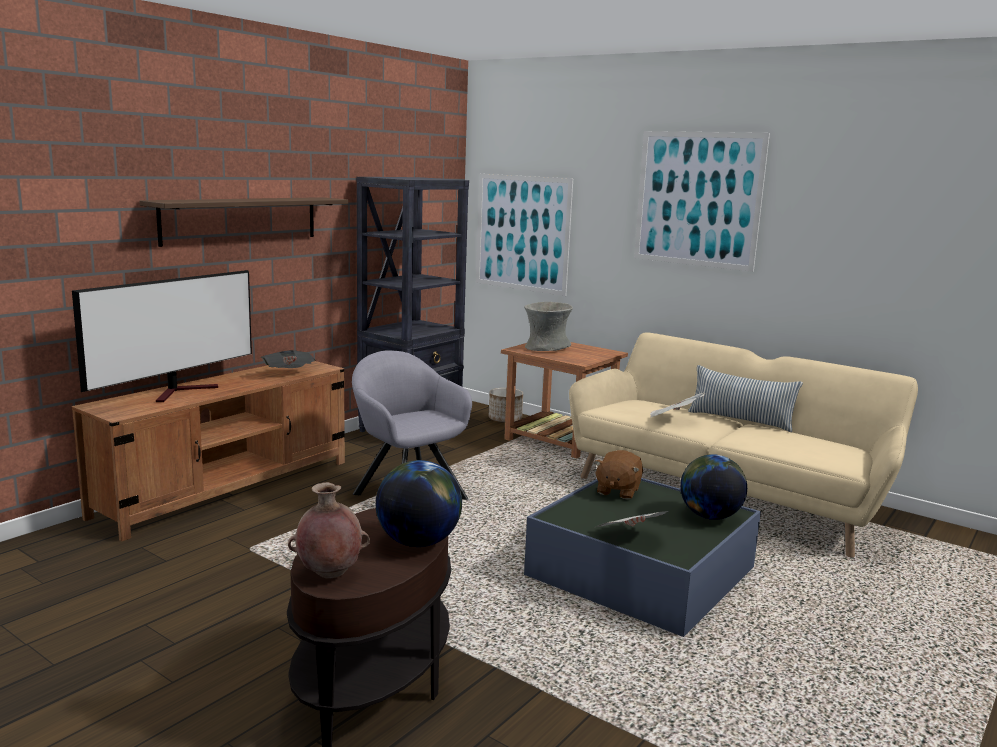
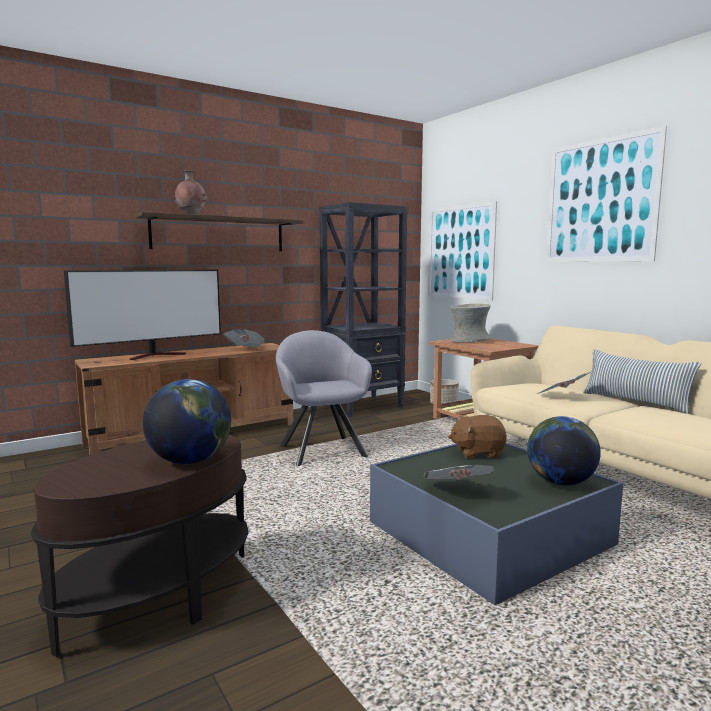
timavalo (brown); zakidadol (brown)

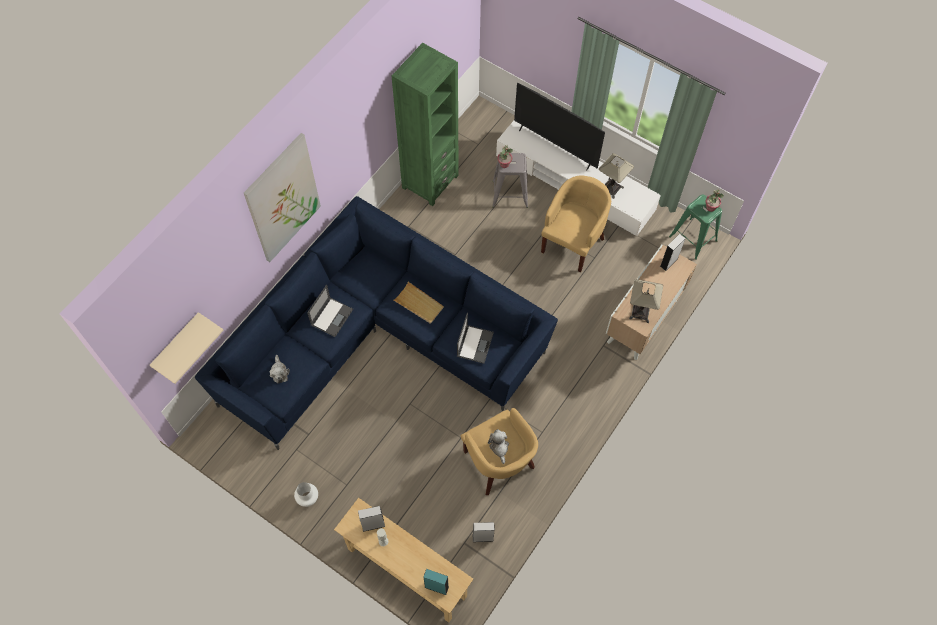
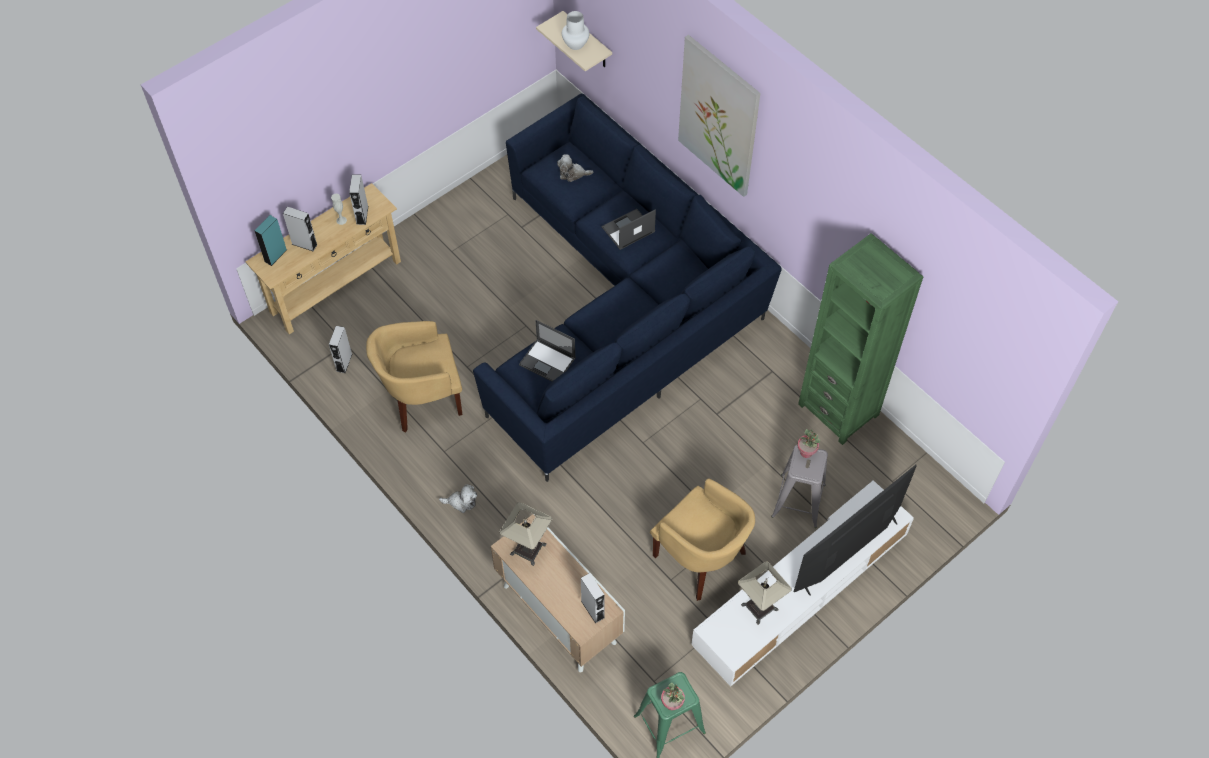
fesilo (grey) (1st from left); zakidadol (1st from left); timavalo (white) (2nd from left); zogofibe (2nd from left); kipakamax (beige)

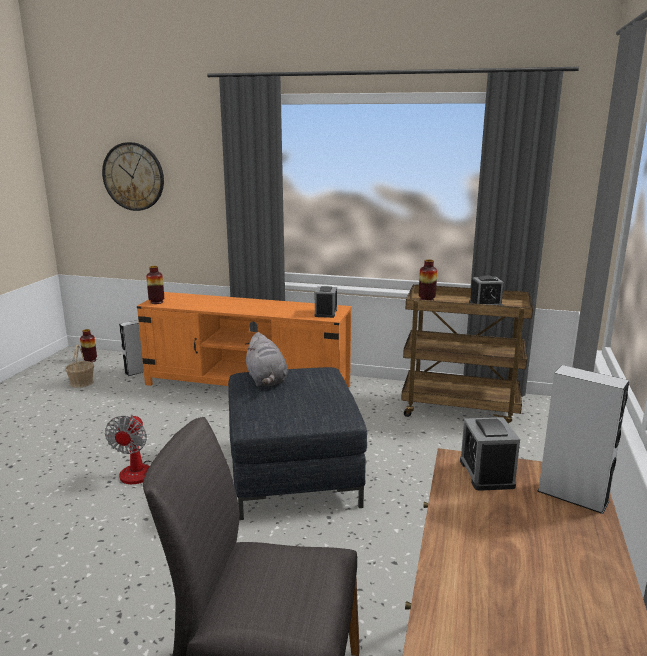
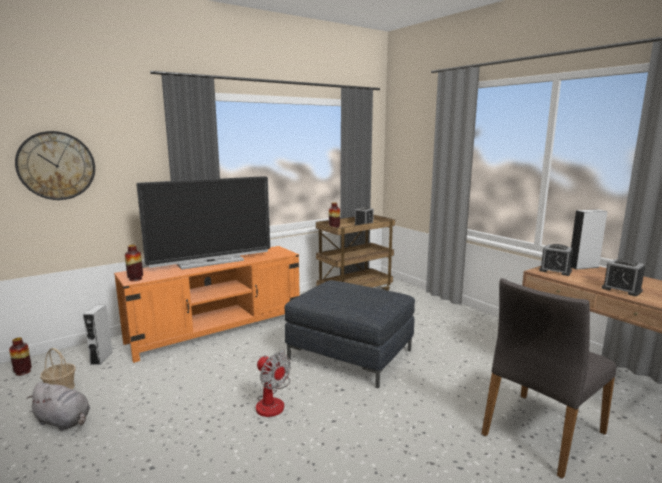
zakidadol (grey); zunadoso; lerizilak (3rd from left)

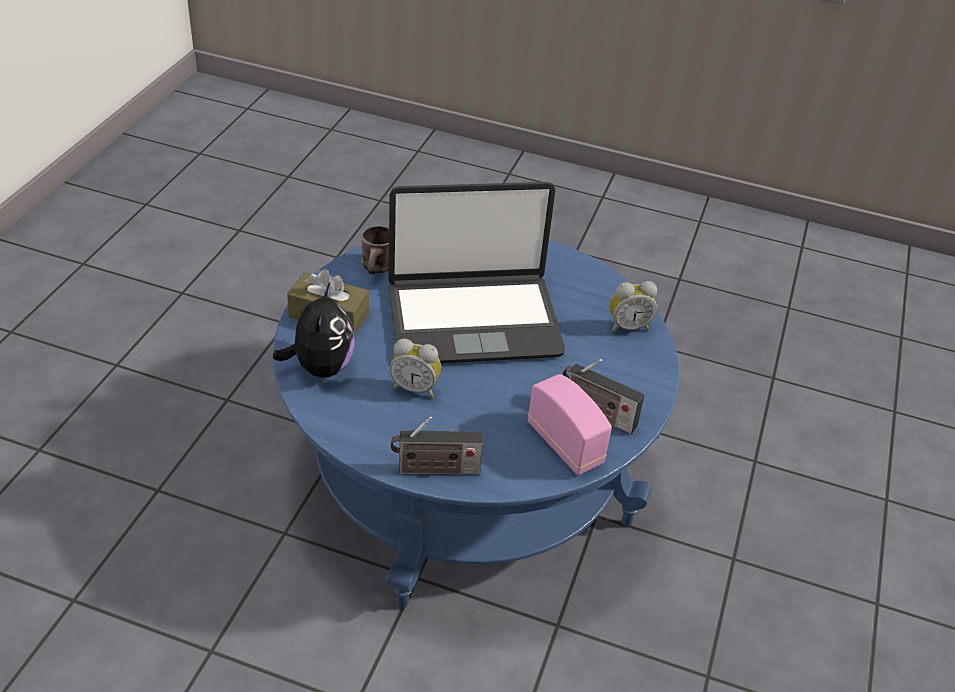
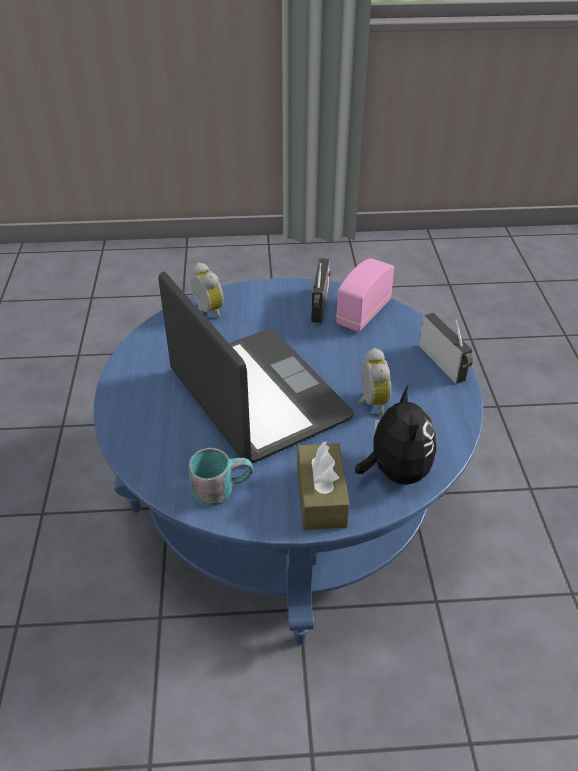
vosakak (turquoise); zakidadol

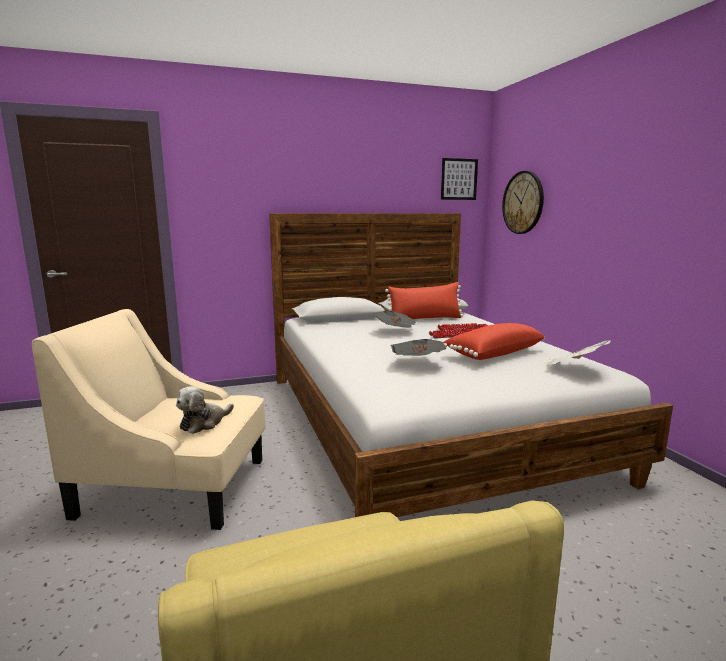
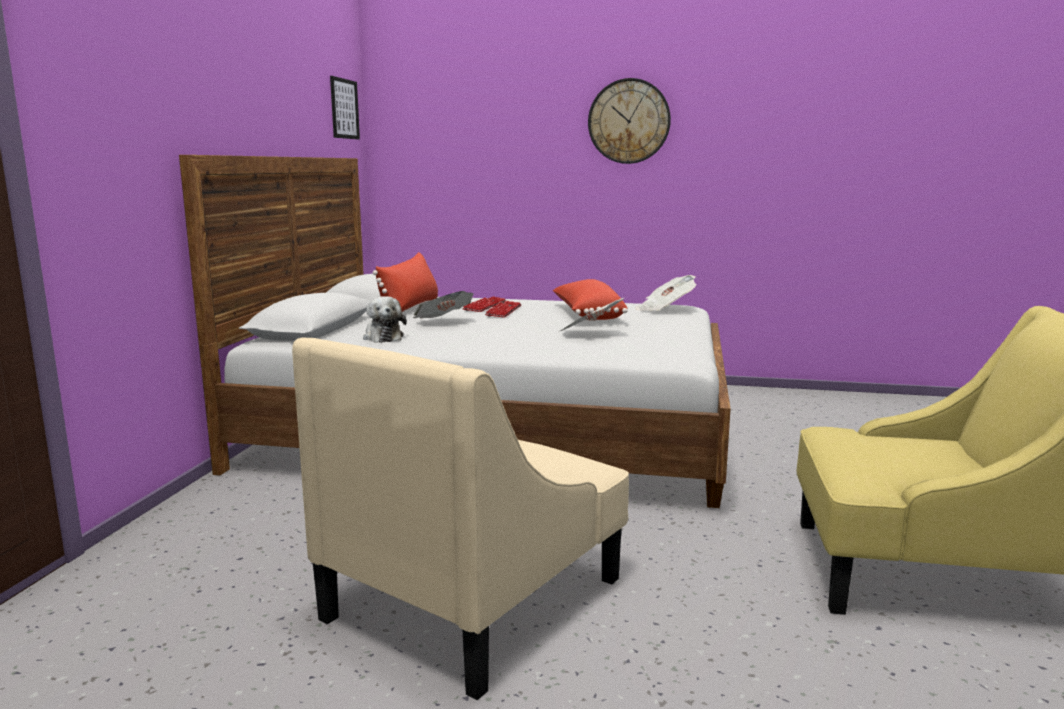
zakidadol; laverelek

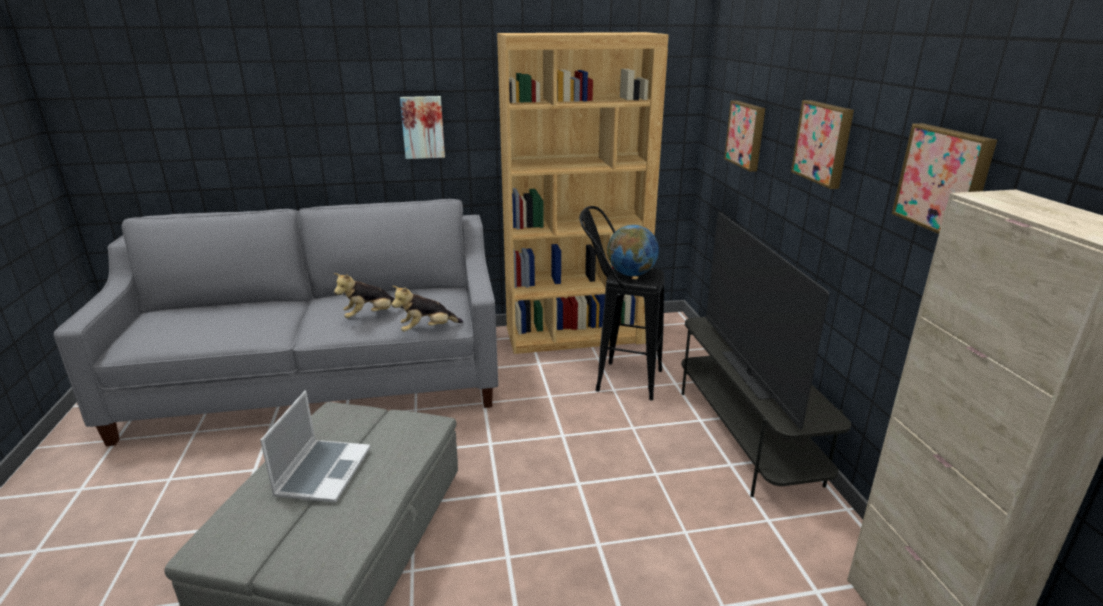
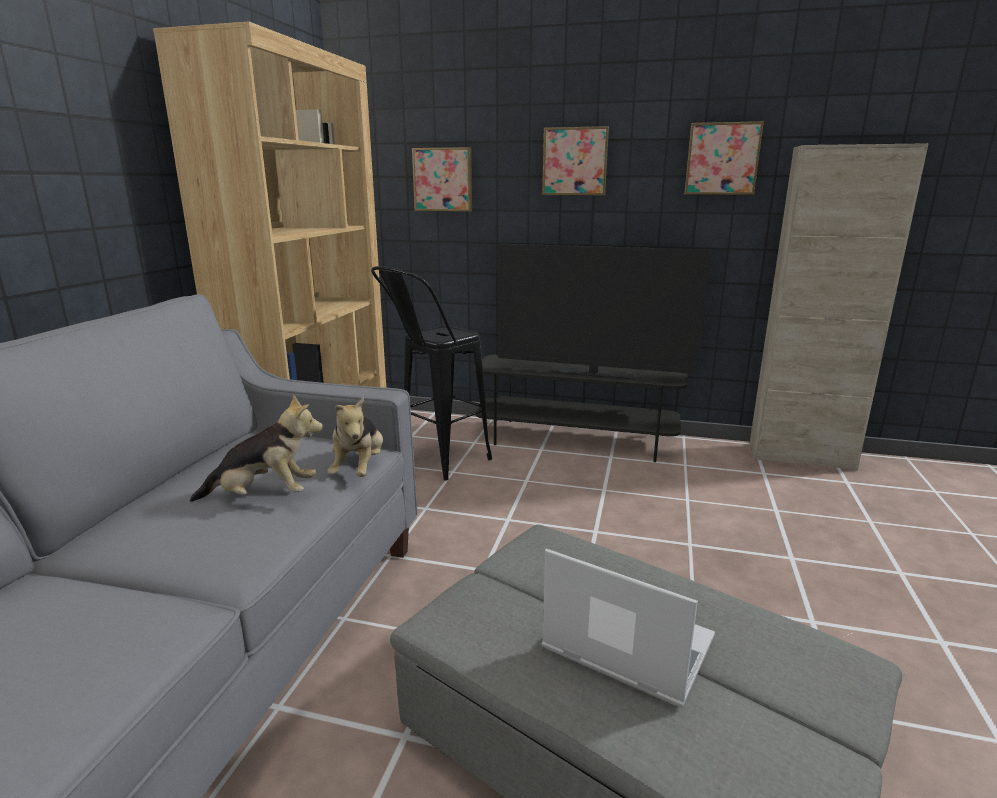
zakidadol (1st from left); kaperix (1st from left in the first image); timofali

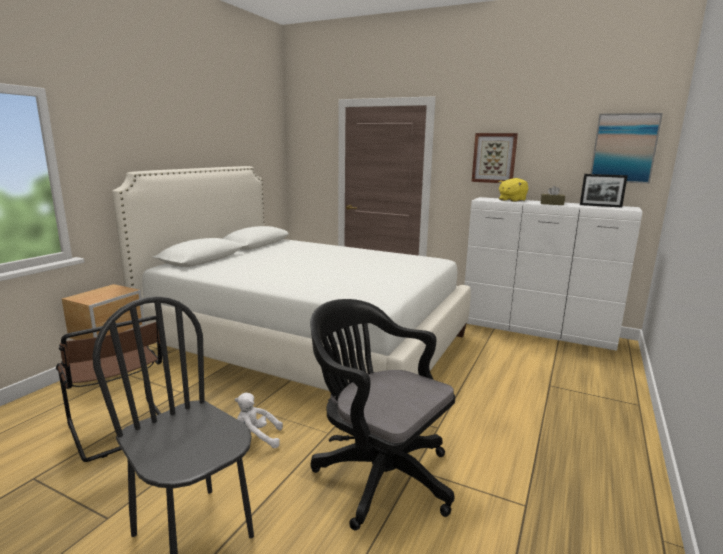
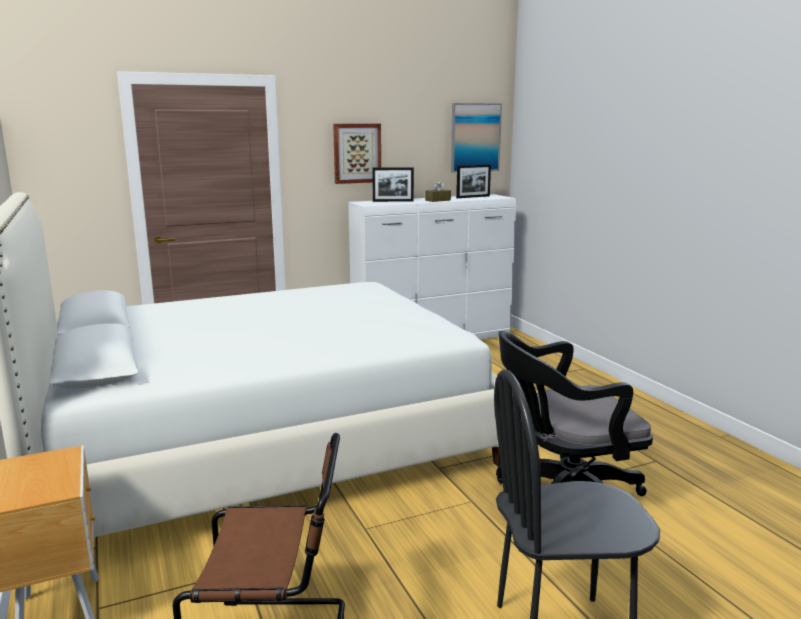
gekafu (1st from left); zakidadol (white)

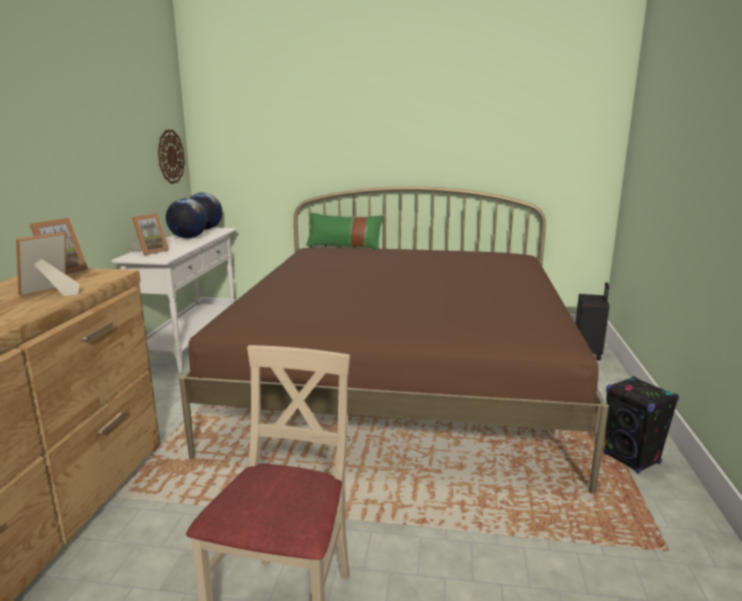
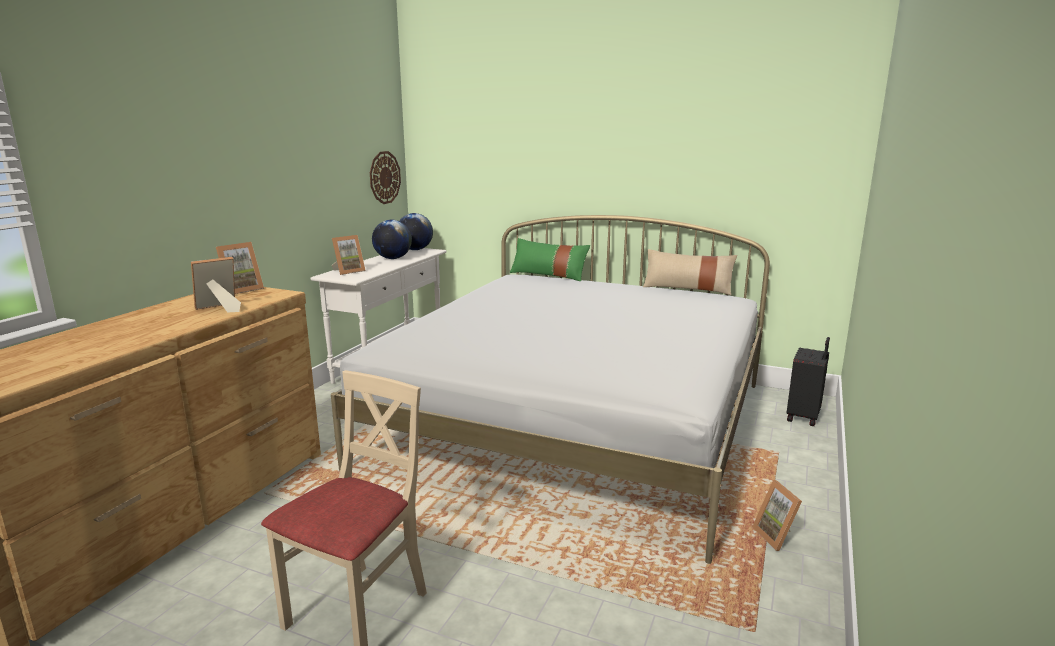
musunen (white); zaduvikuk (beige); gekafu (4th from left)

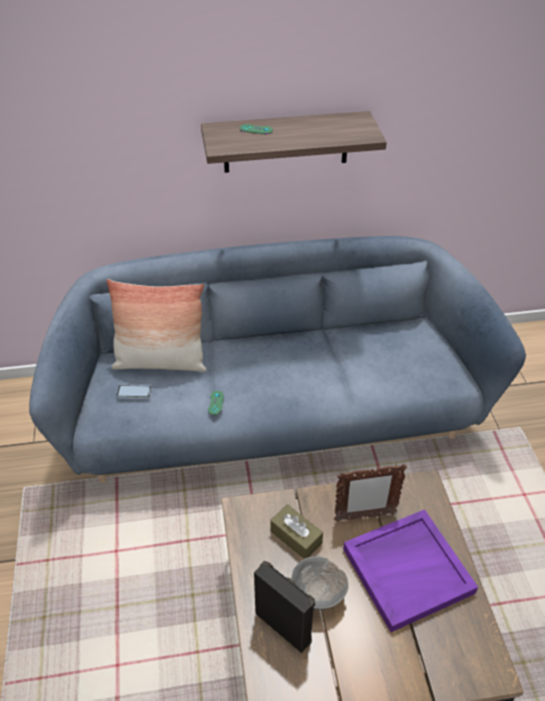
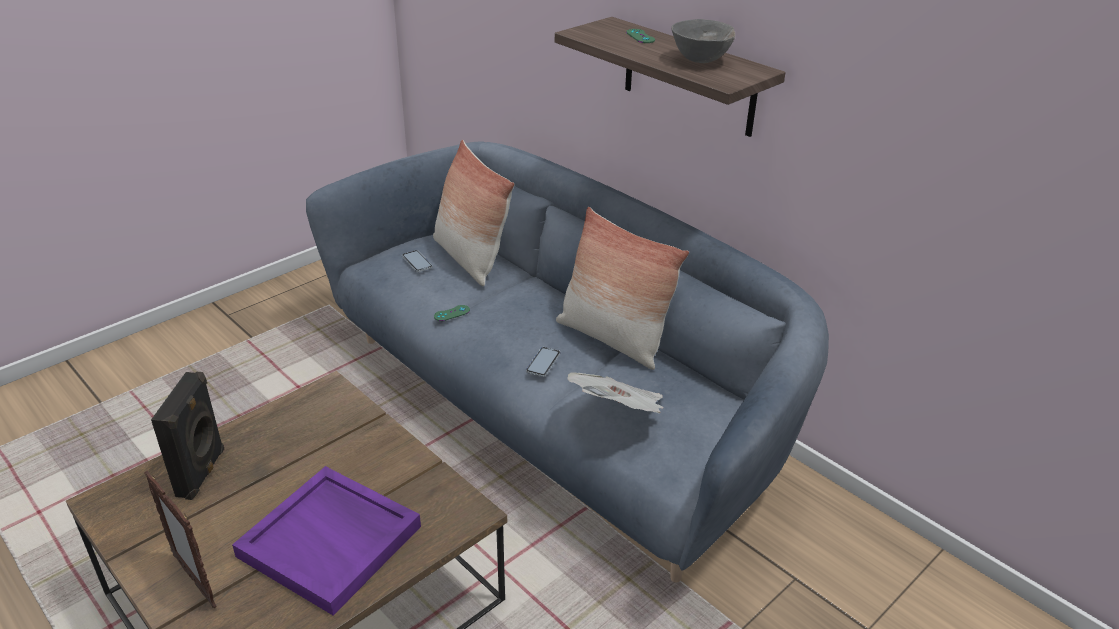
gekafu; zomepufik (2nd from left); zaduvikuk (2nd from left); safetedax; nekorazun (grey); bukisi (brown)

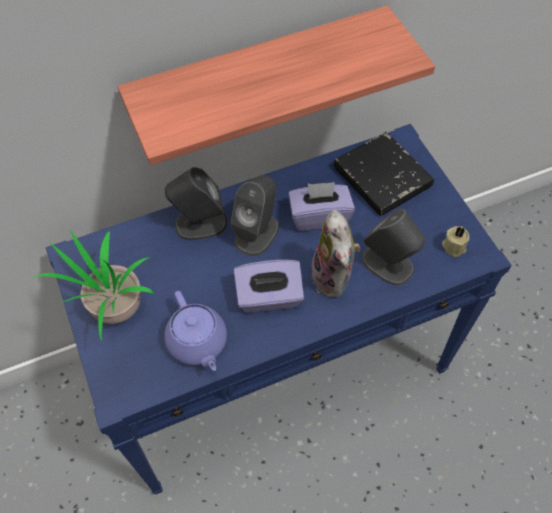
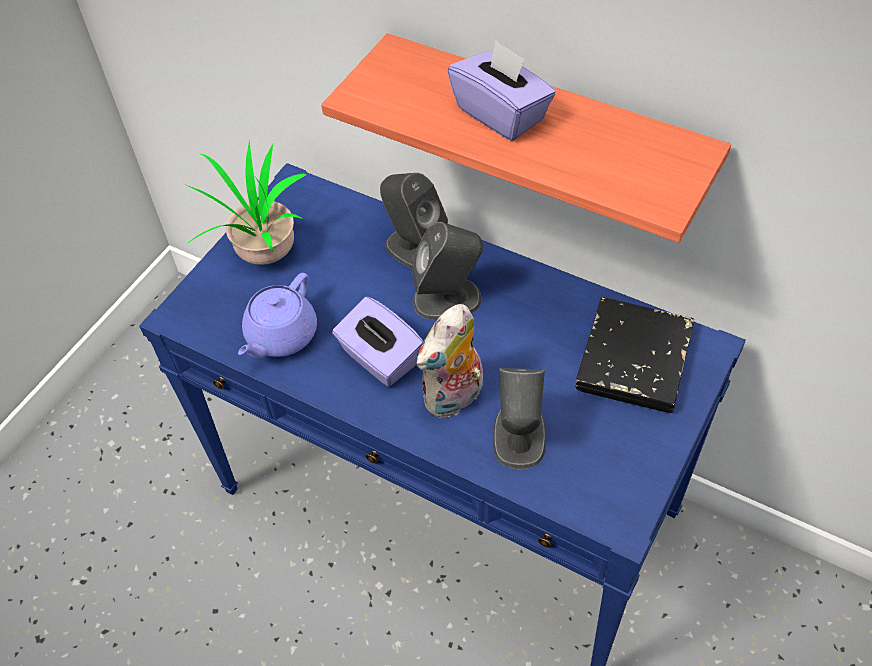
bukisi (purple) (2nd from left); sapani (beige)

